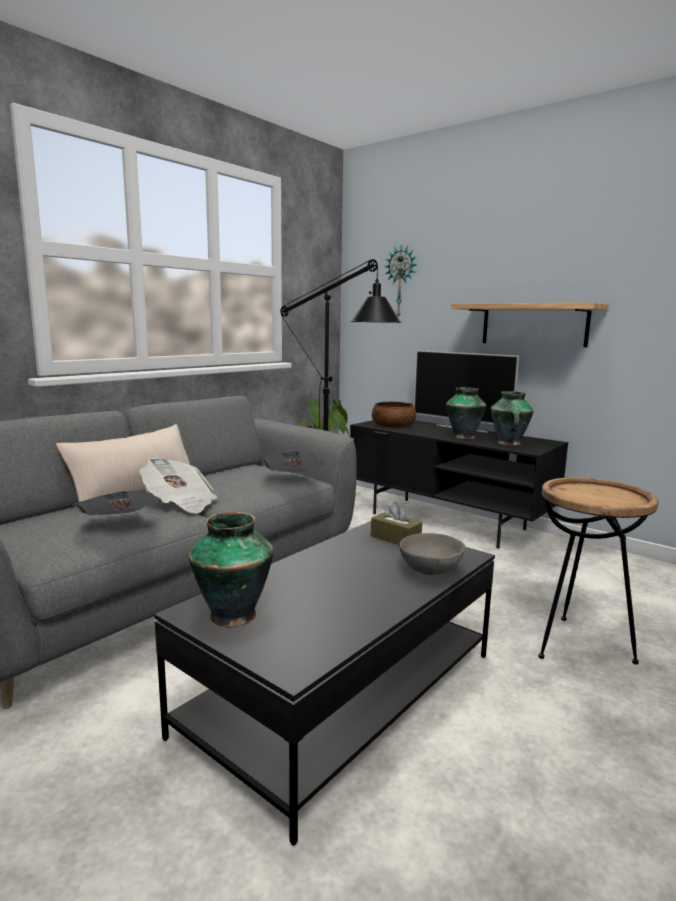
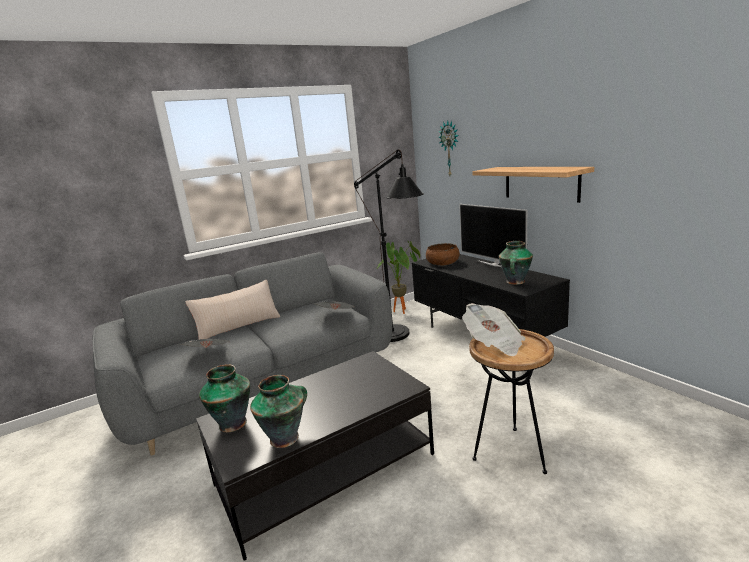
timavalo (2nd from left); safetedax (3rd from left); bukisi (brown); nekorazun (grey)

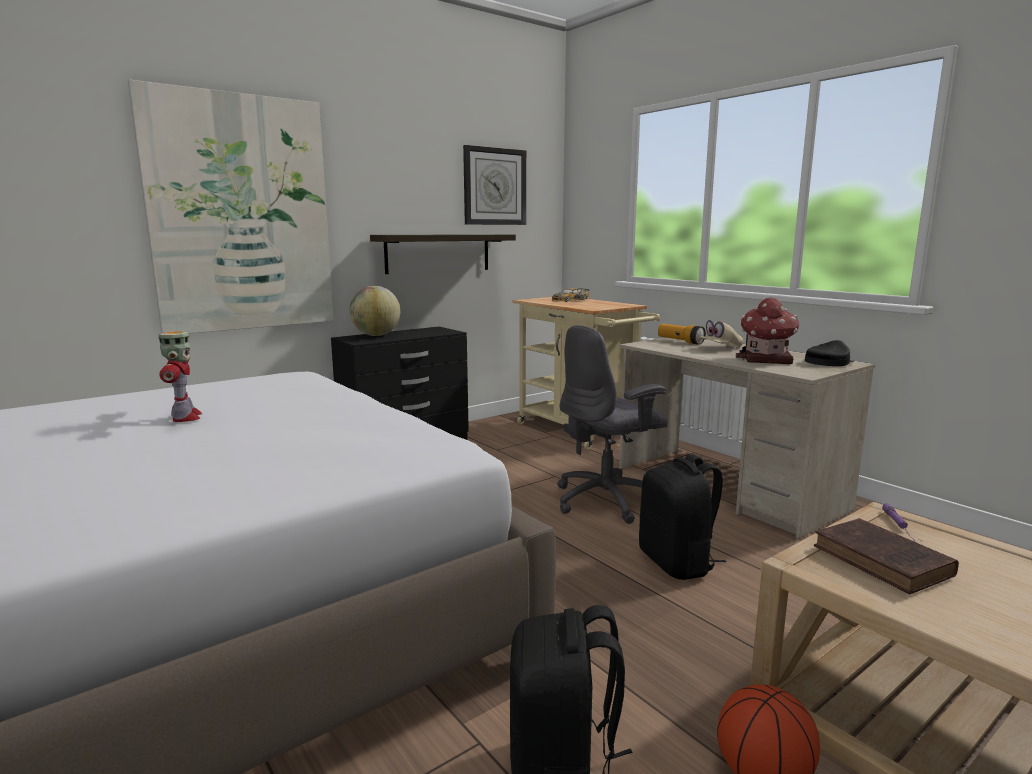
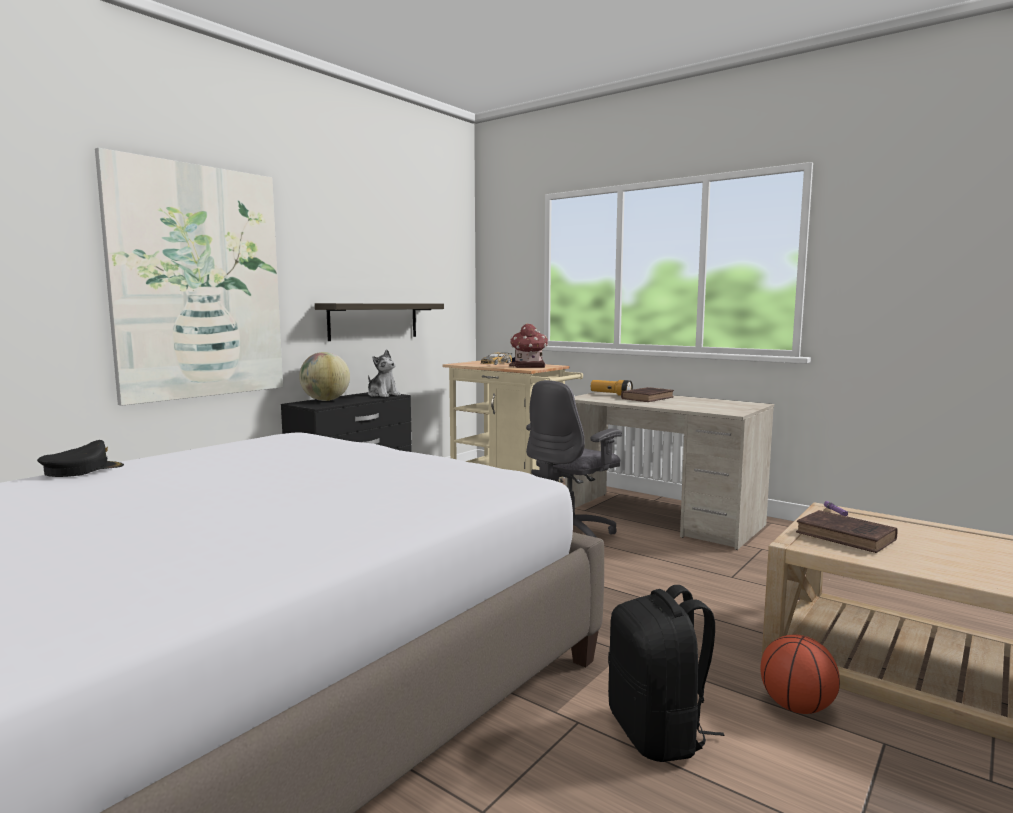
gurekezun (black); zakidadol; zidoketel; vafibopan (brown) (1st from left); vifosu; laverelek; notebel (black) (2nd from left in the first image)

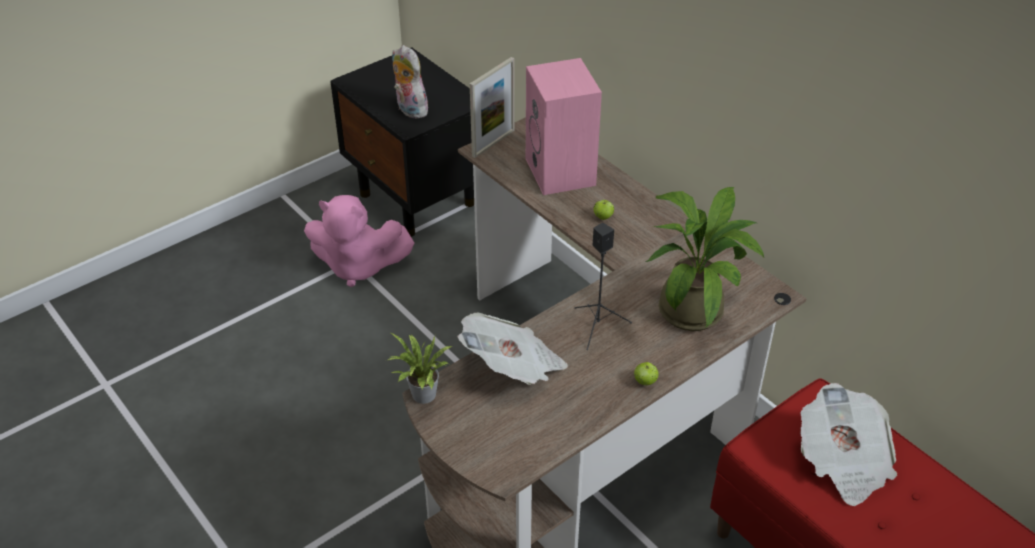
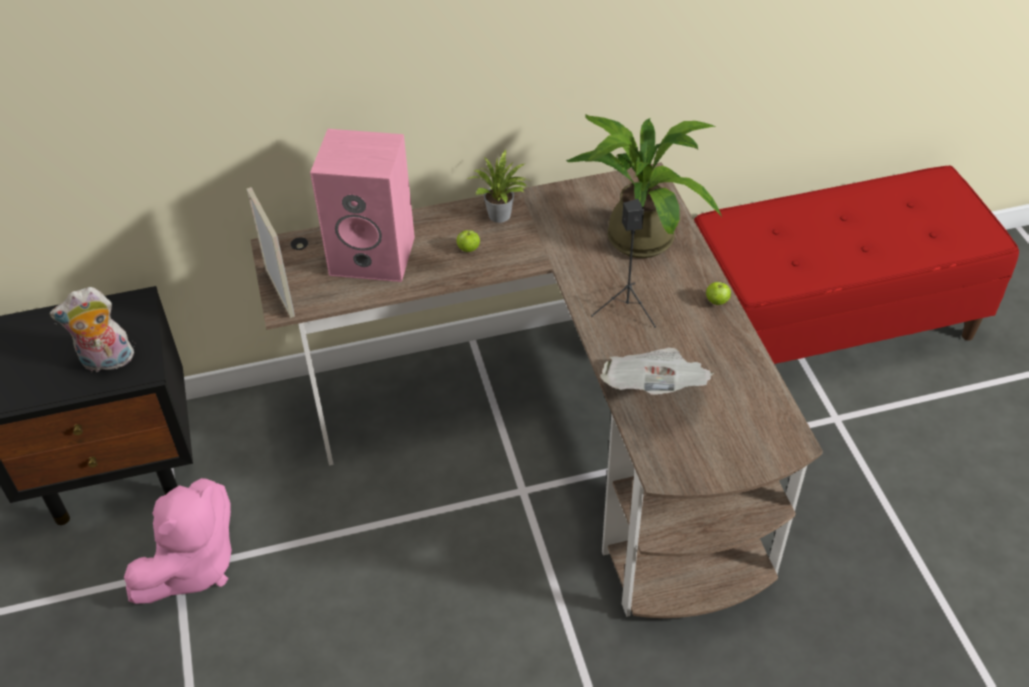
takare (1st from left); safetedax (2nd from left in the first image)

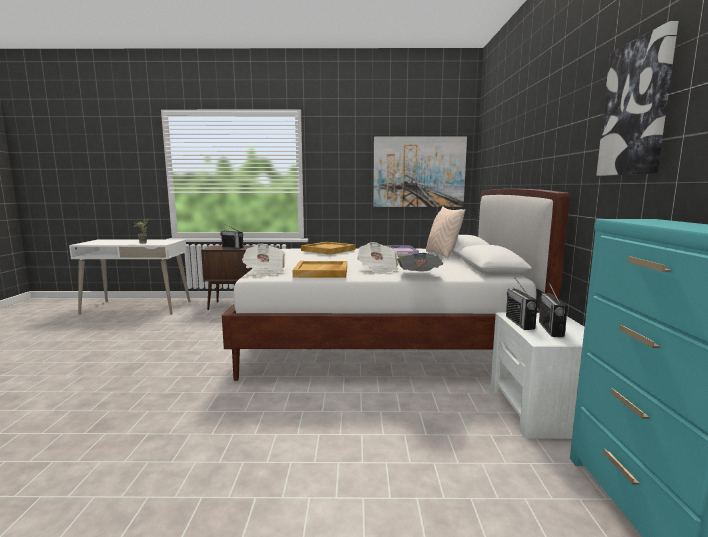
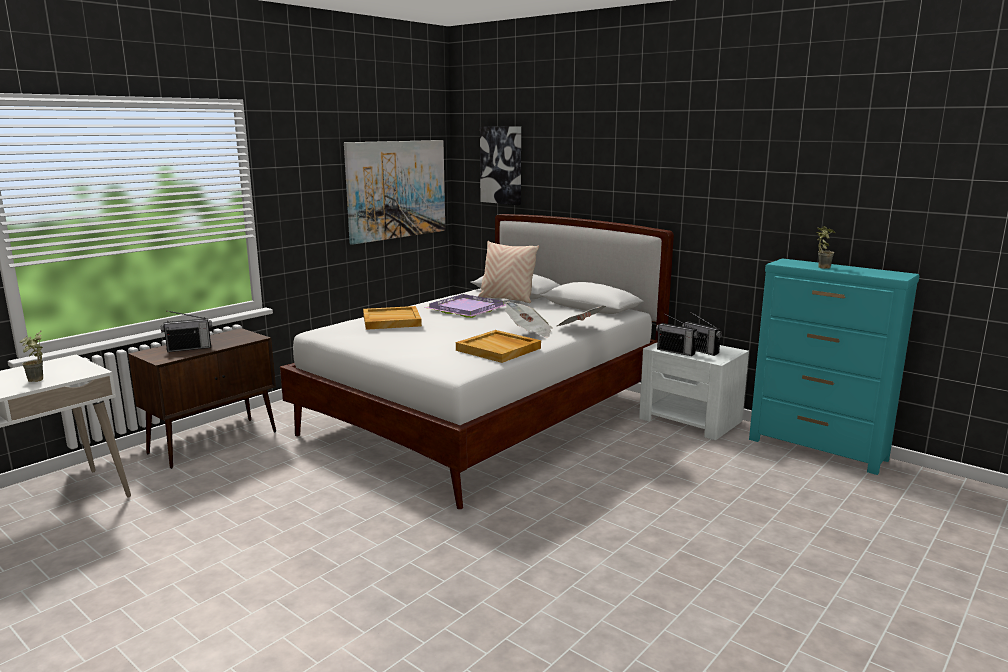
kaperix (2nd from left); takare (2nd from left); safetedax (1st from left in the first image)

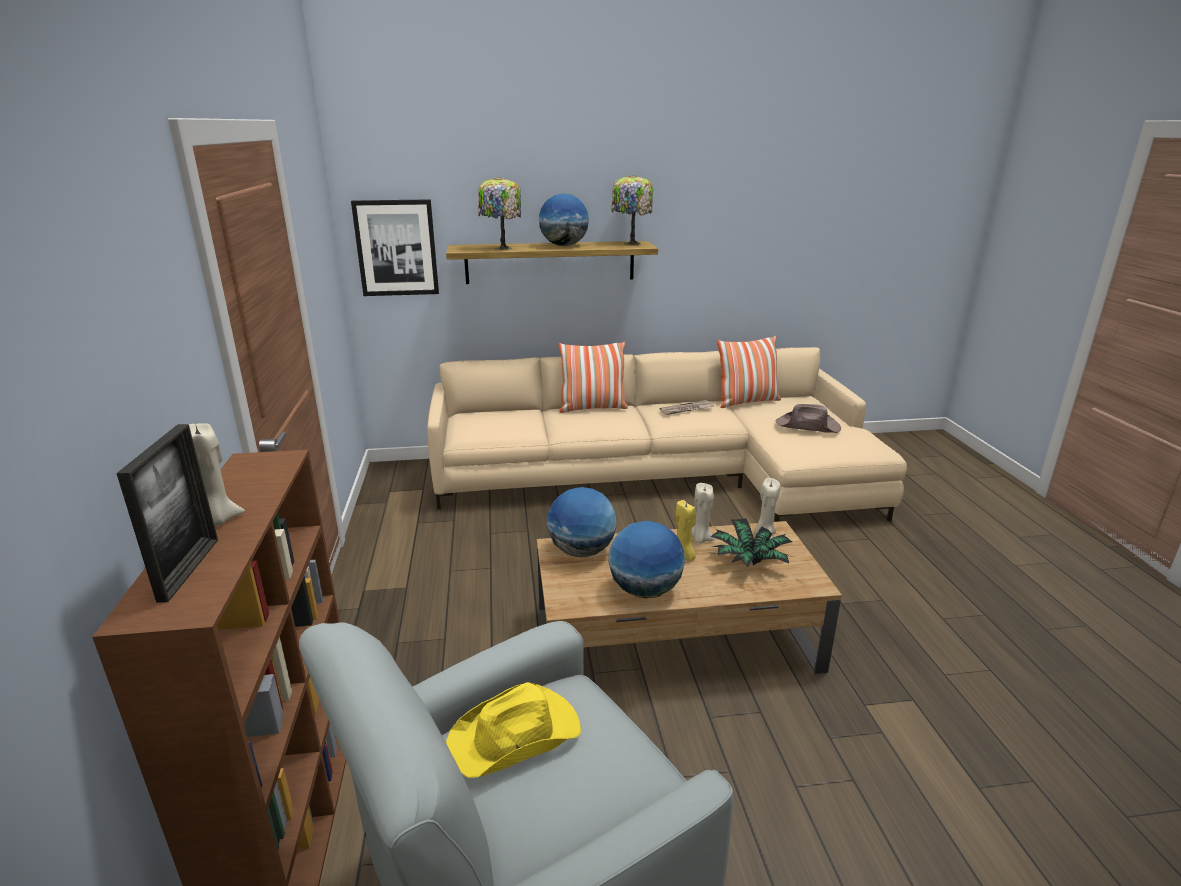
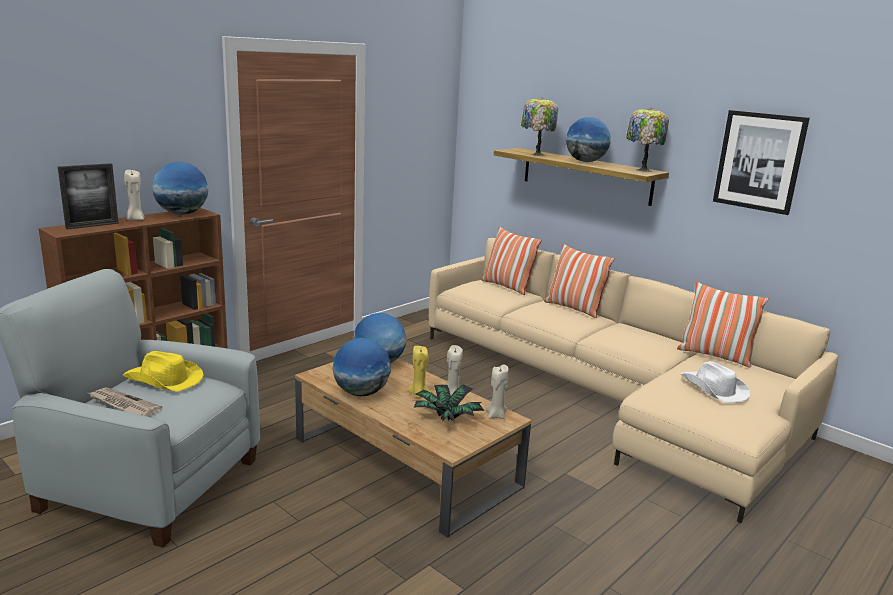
safetedax; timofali (1st from left); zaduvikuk (1st from left); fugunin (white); kaperix

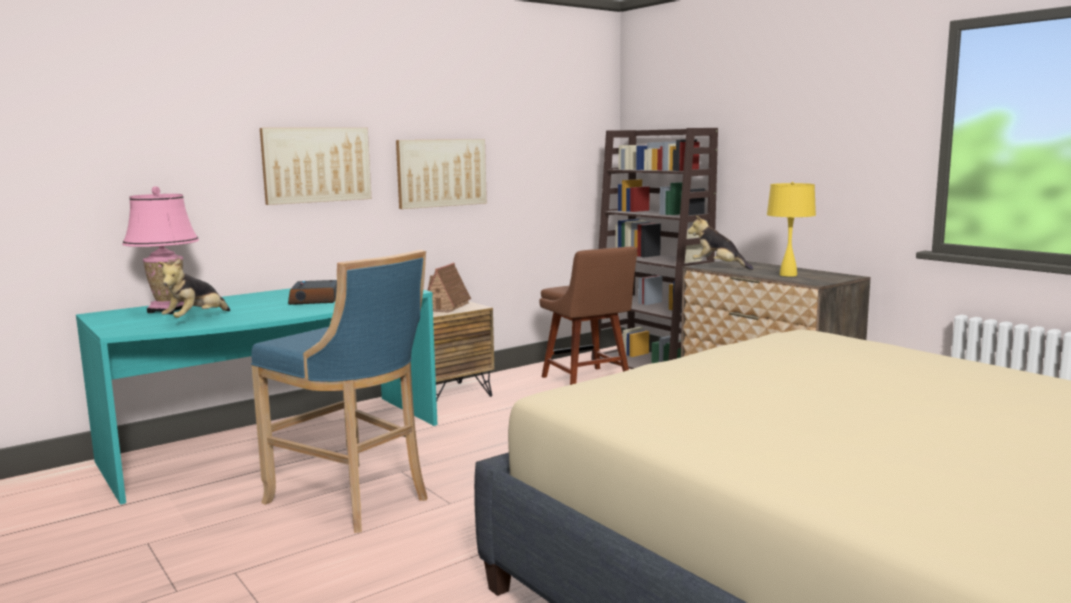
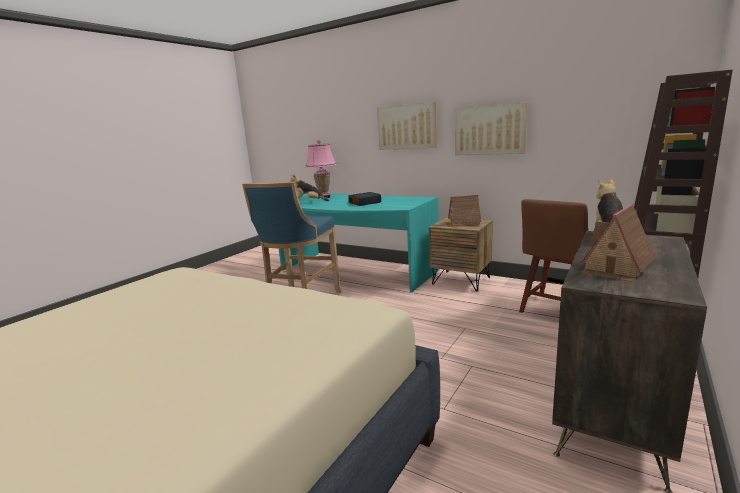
zidoketel (2nd from left)

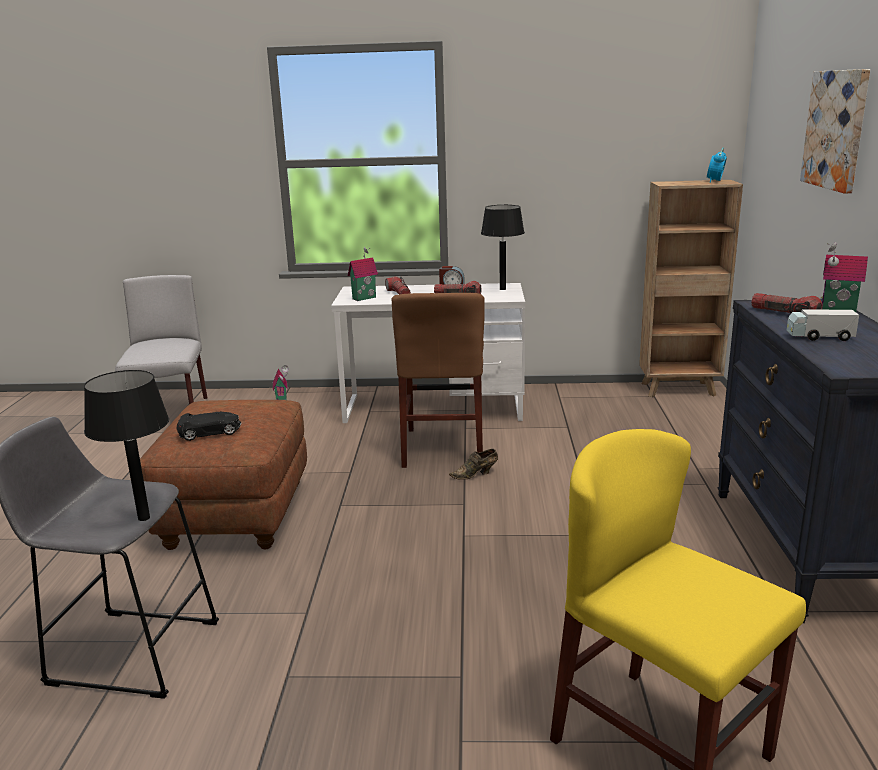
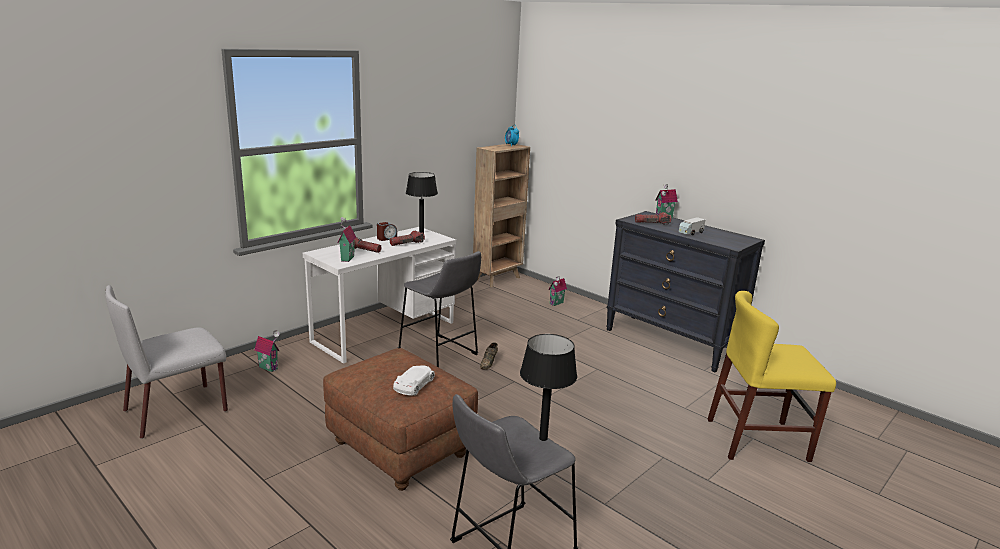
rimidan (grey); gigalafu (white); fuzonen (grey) (1st from left); zidoketel (3rd from left); kaperix

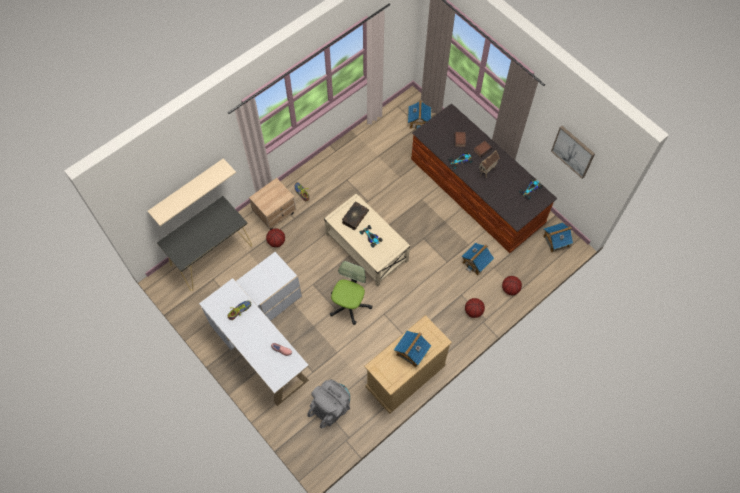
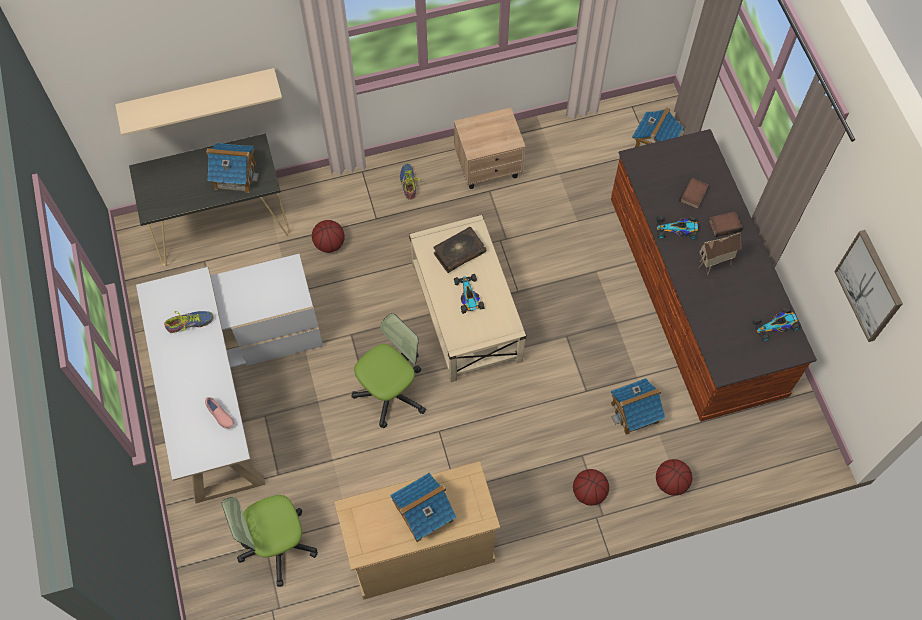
zidoketel (1st from left); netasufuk (1st from left); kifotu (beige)

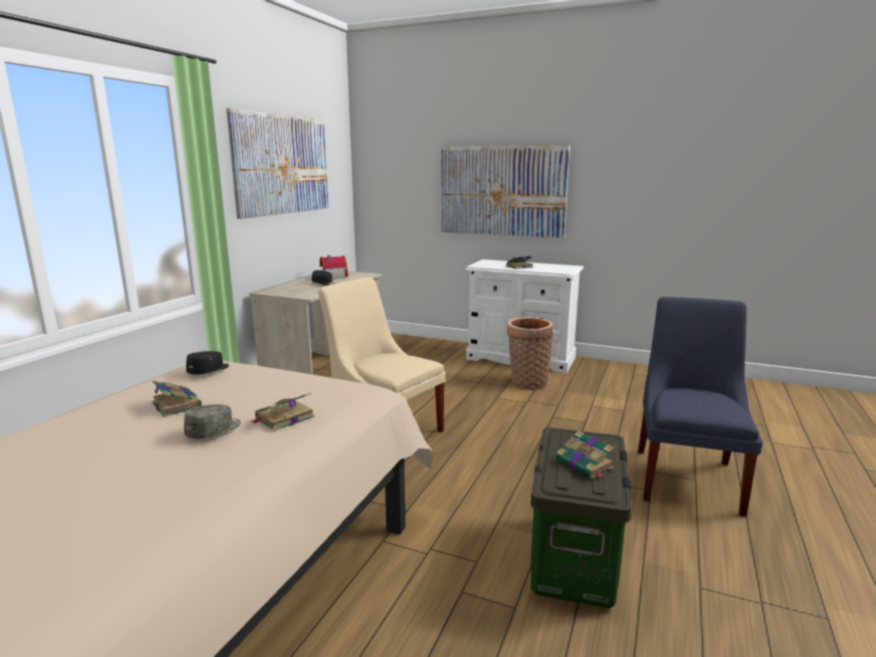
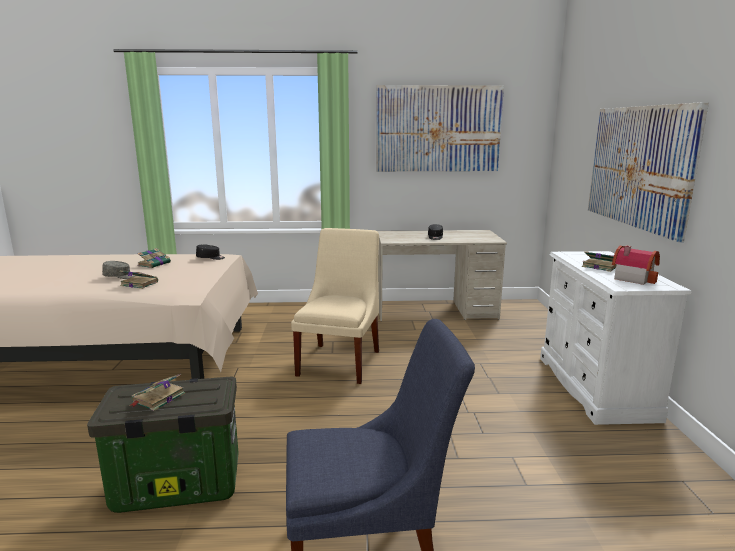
zidoketel; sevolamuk

